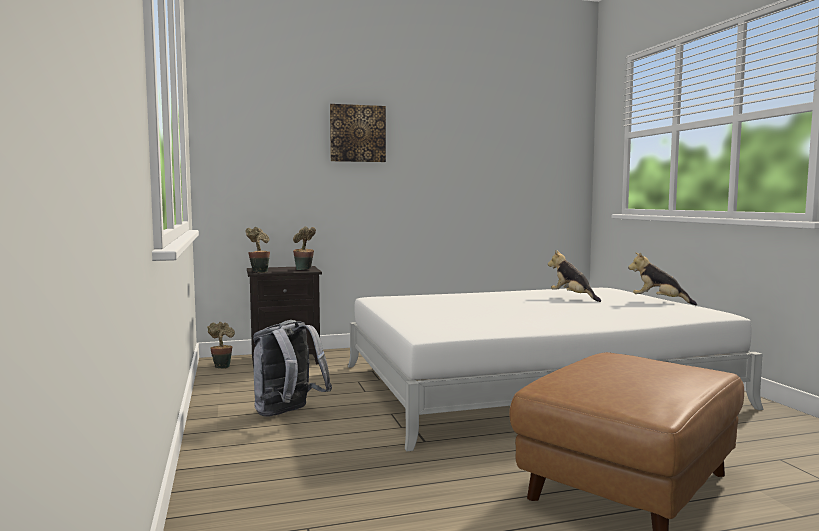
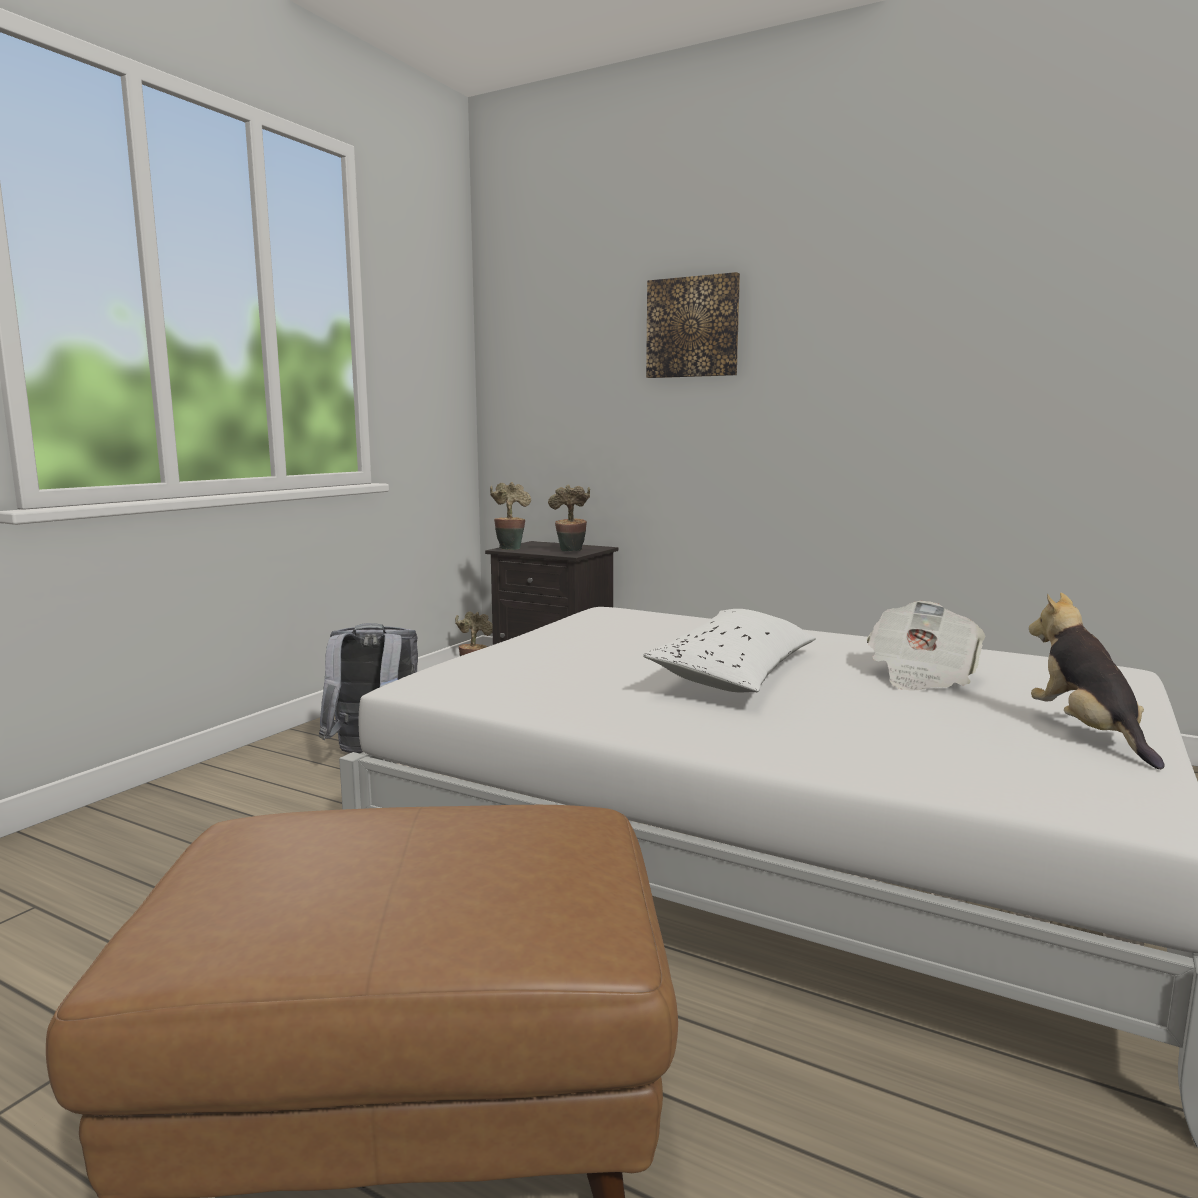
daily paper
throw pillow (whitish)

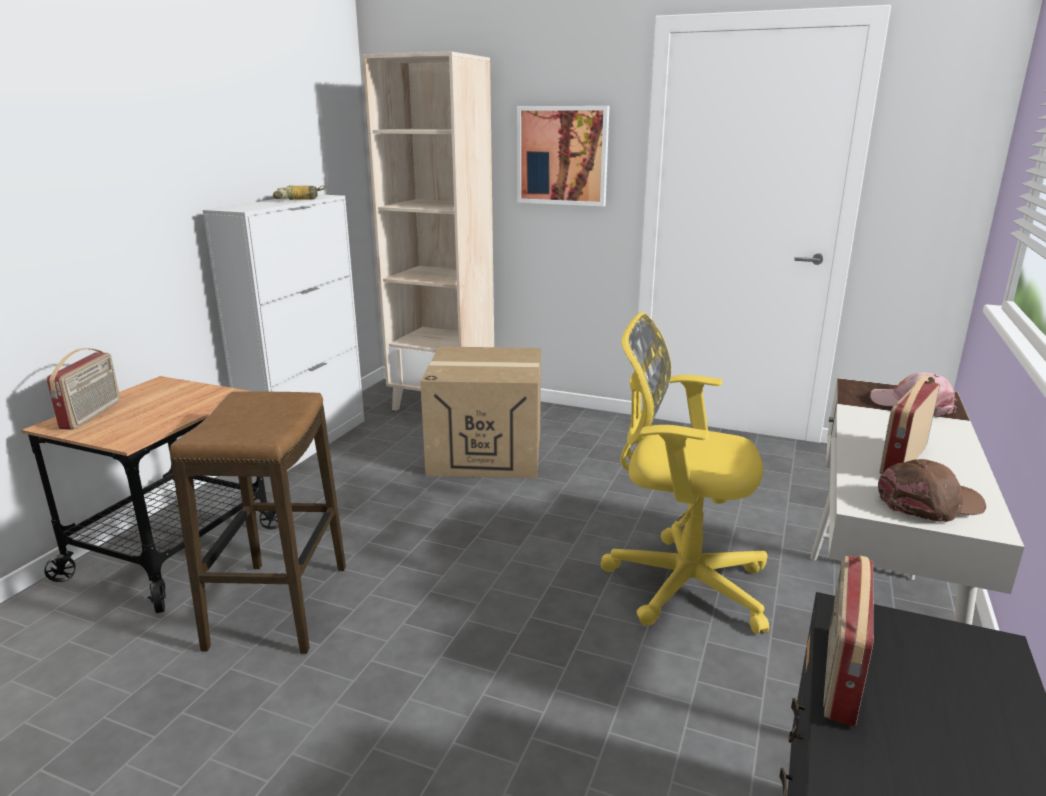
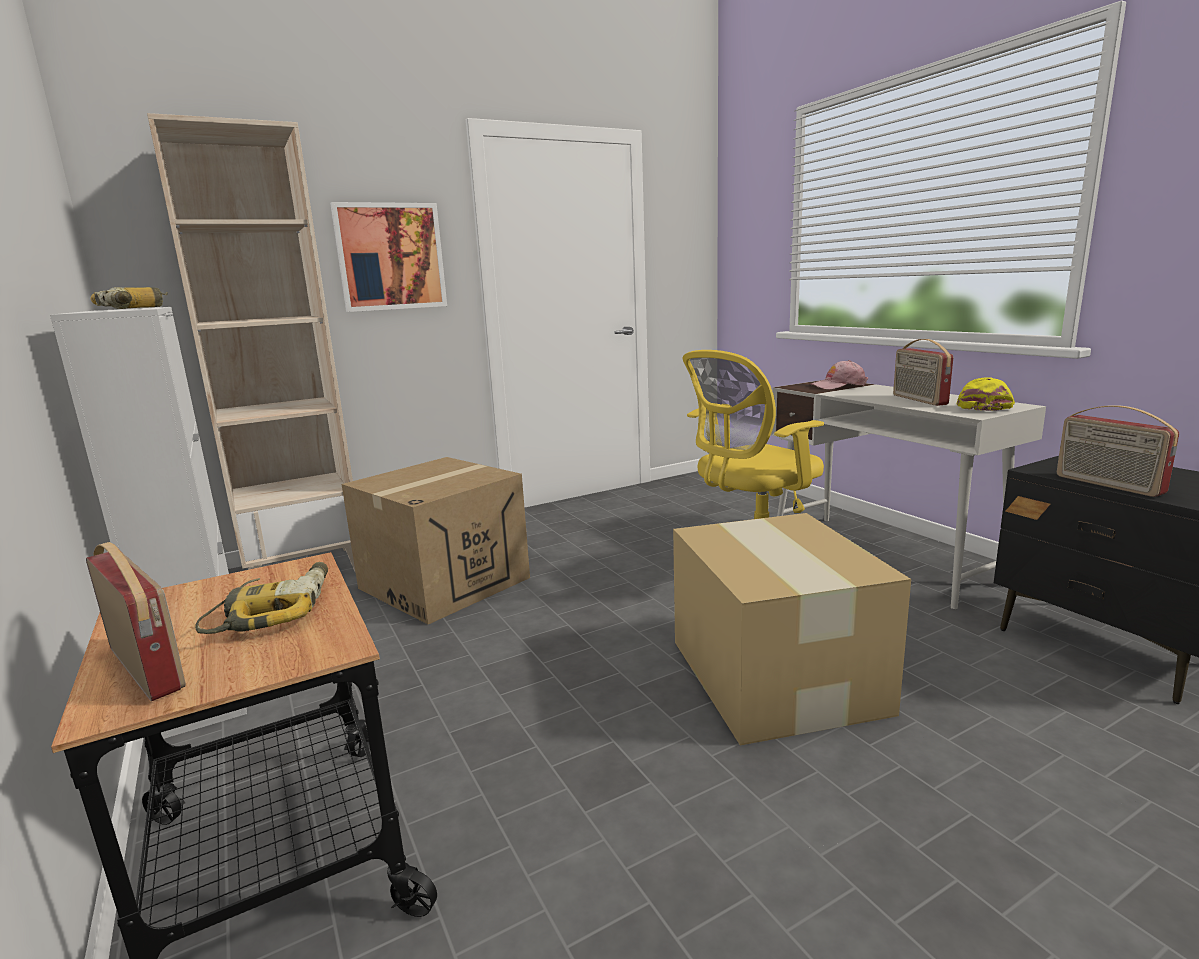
stool seat
cap (yellowish)
power drill (2nd from left)
cardboard box (2nd from left)

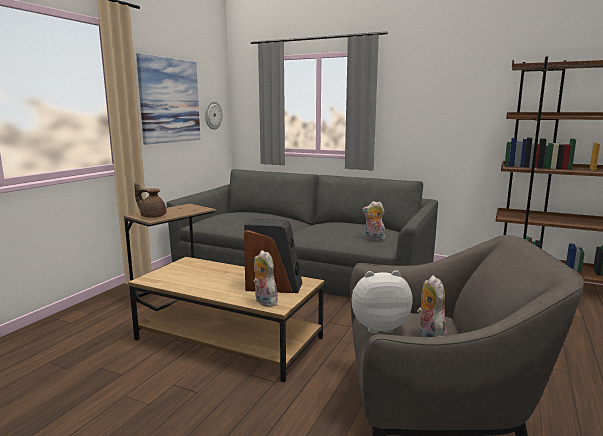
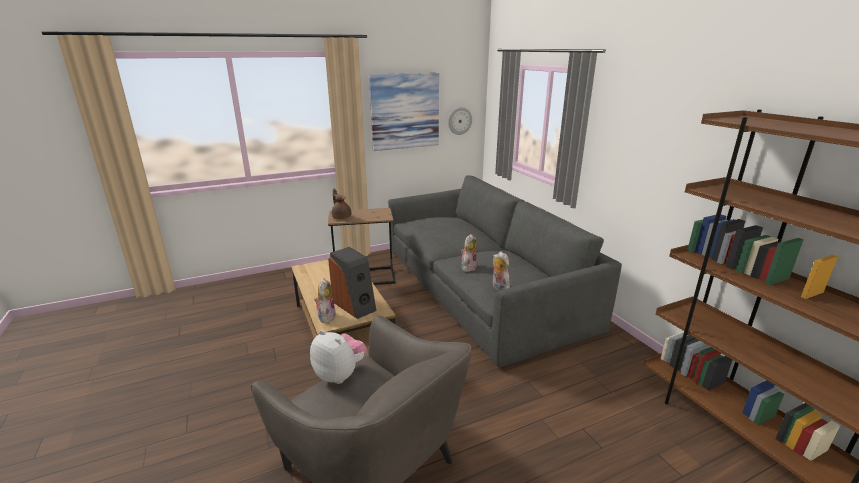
cuddly toy (3rd from left)

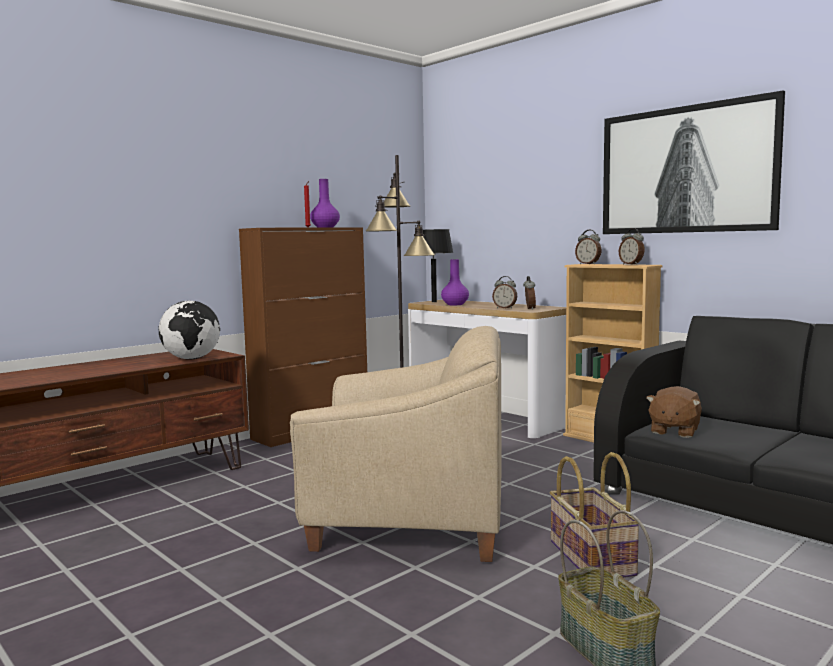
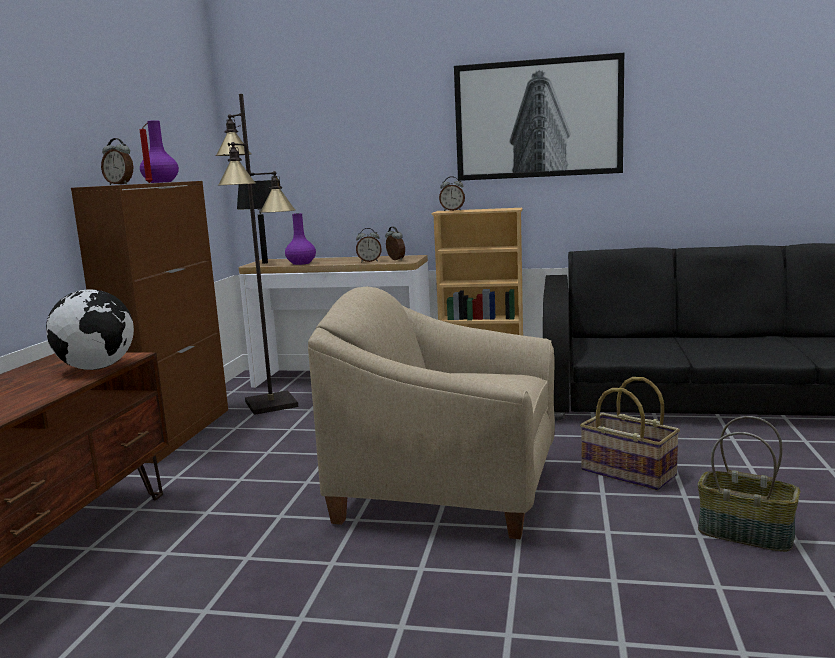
easy chair (beige)
table clock (1st from left)
cuddly toy (brownish)

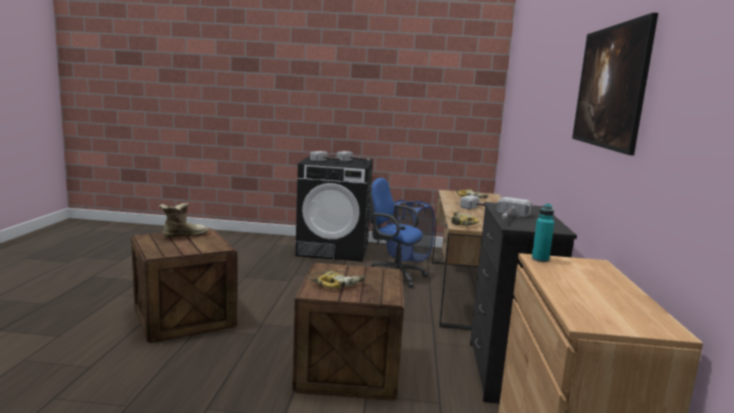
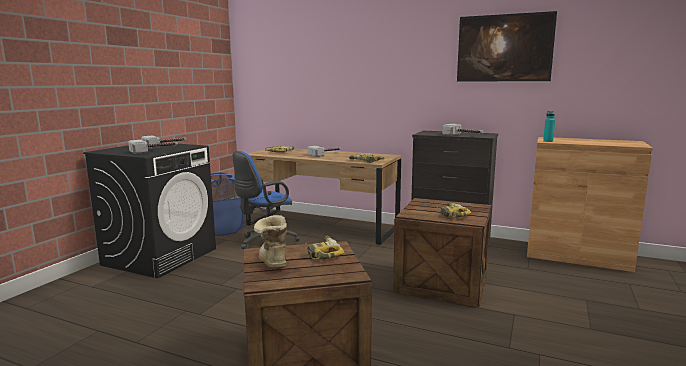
power drill (2nd from left)

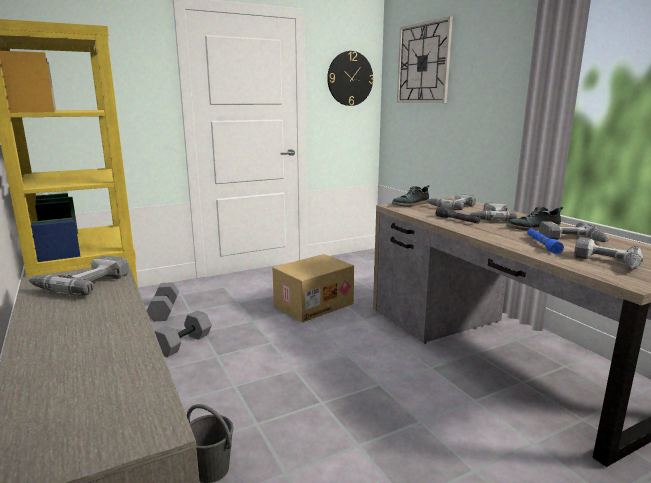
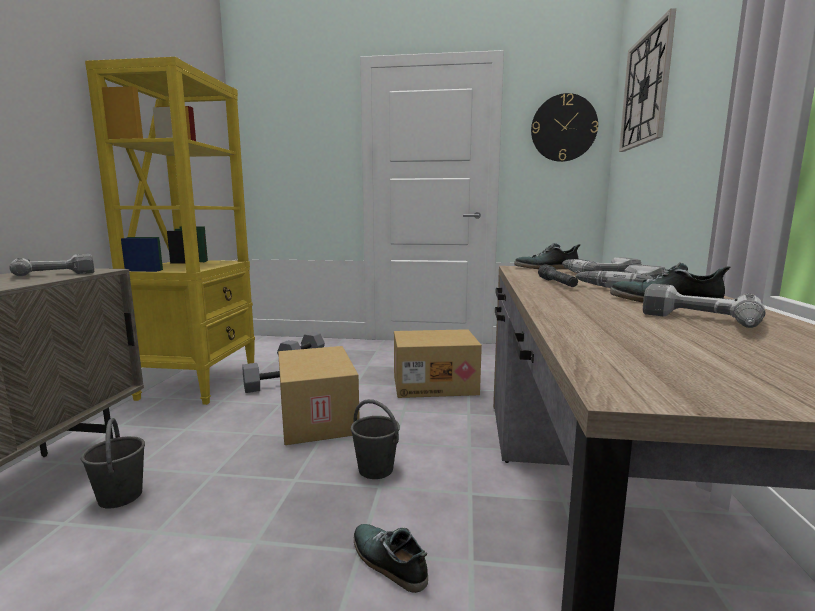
torch (blue)
power drill (5th from left in the first image)
cardboard box (1st from left)
pail (grey) (2nd from left)
shoe (1st from left)

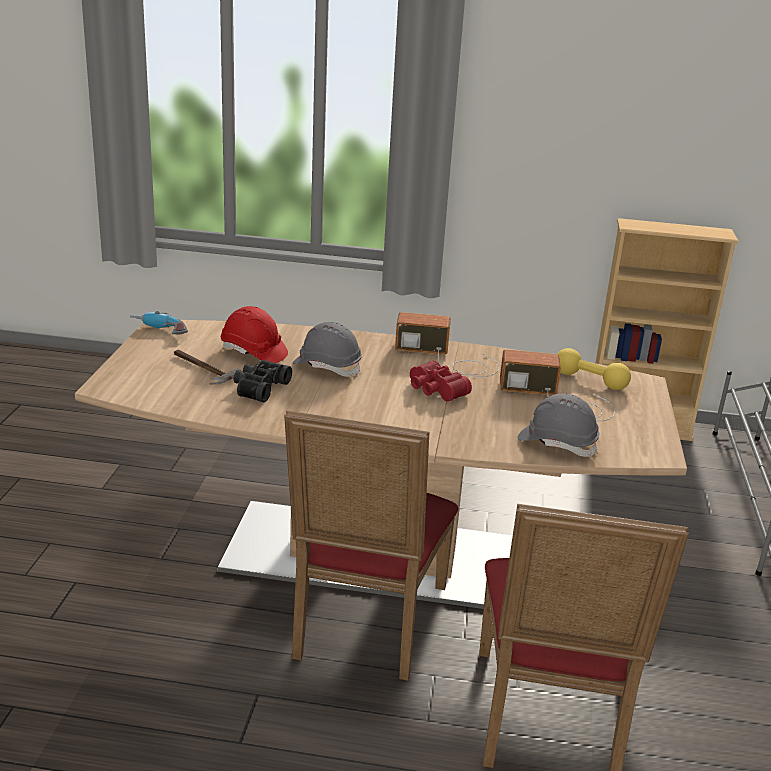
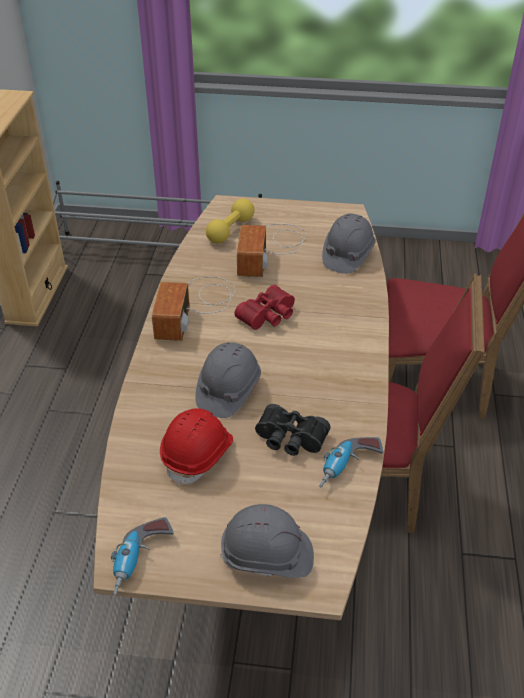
hammer
safety helmet (grey) (2nd from left)
power drill (2nd from left)

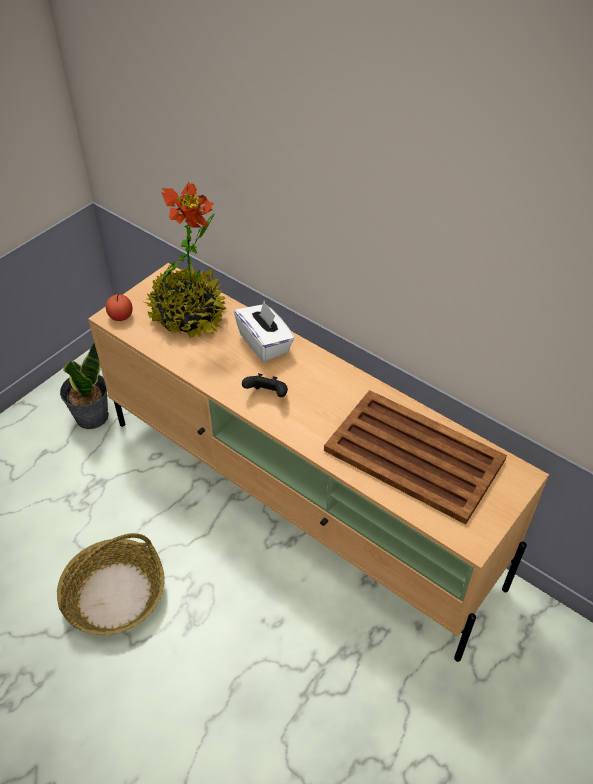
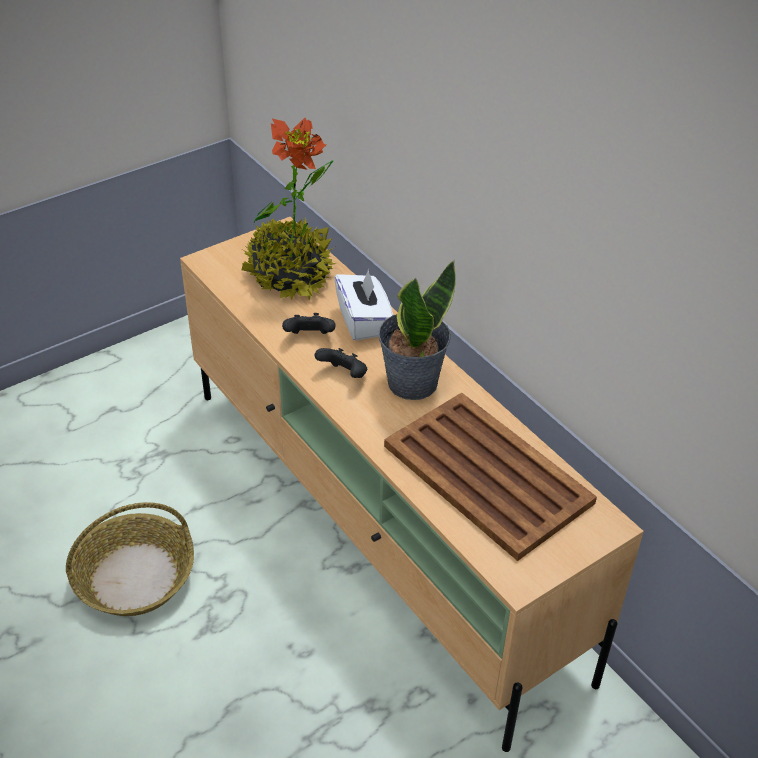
potted plant (2nd from left)
whole apple
joypad (black) (1st from left)

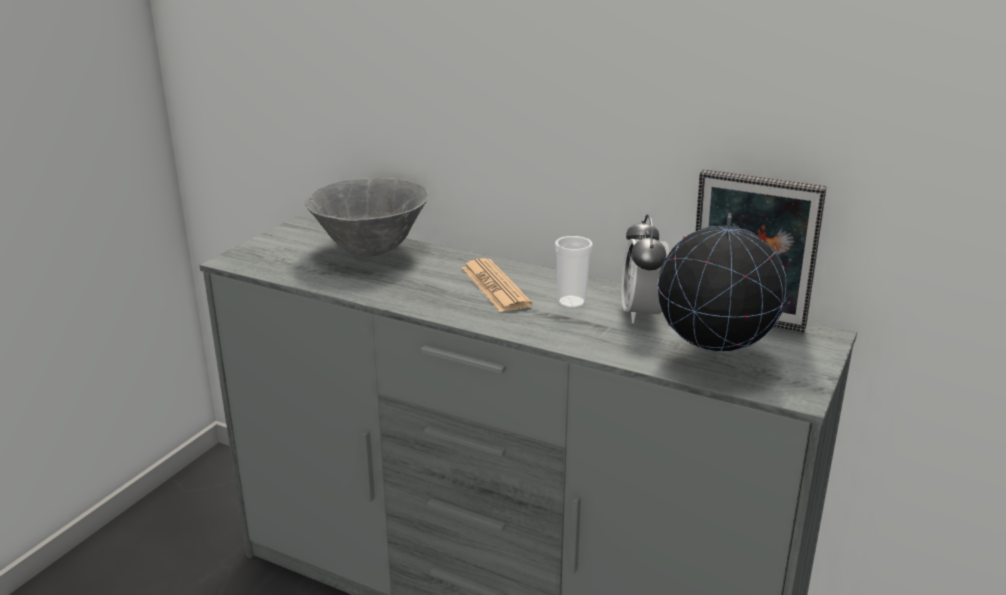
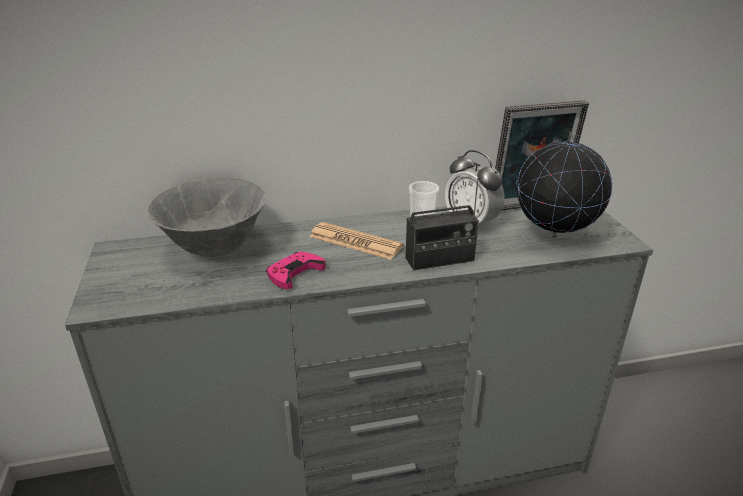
joypad (pink)
radio

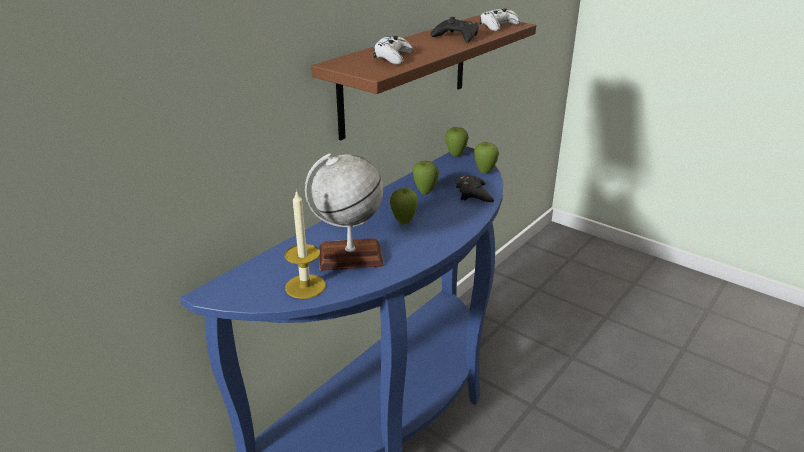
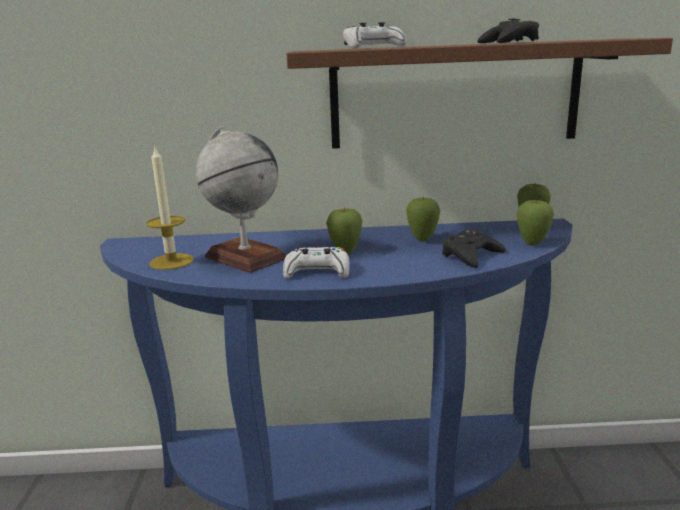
joypad (whitish) (1st from left)

